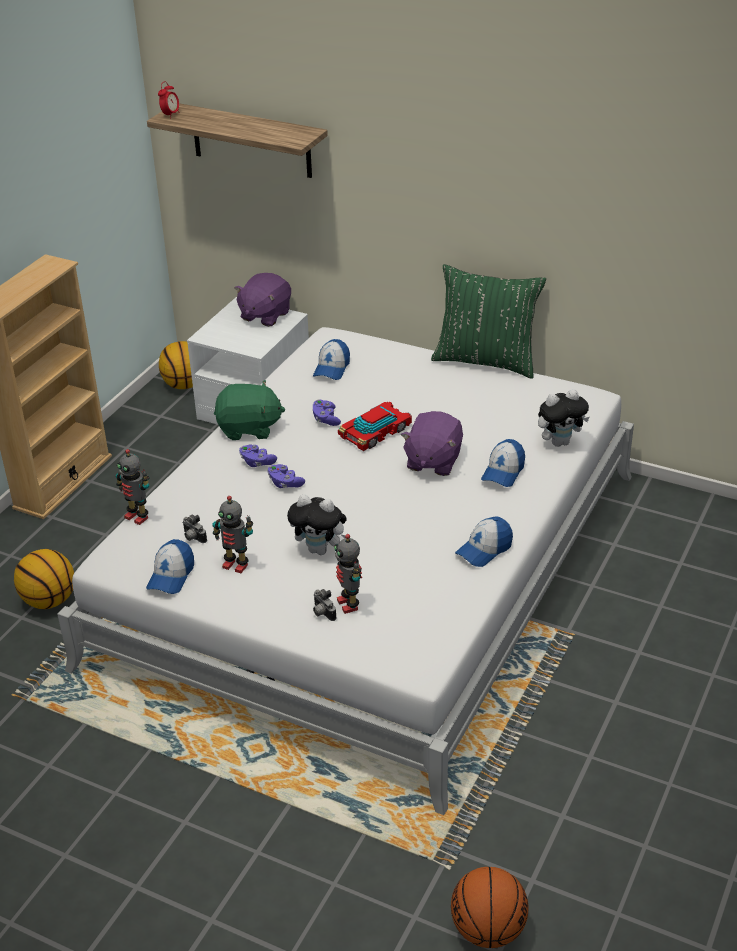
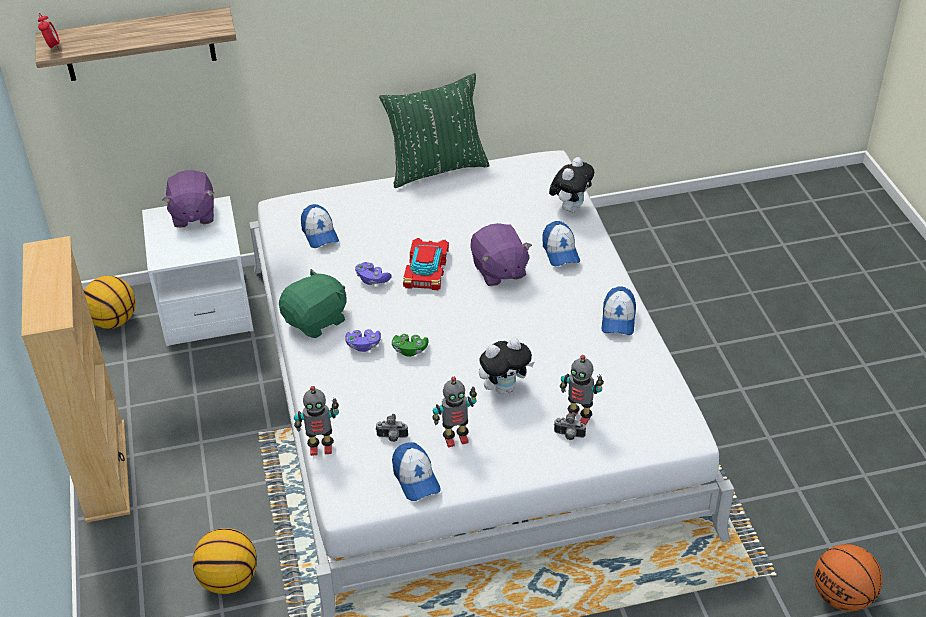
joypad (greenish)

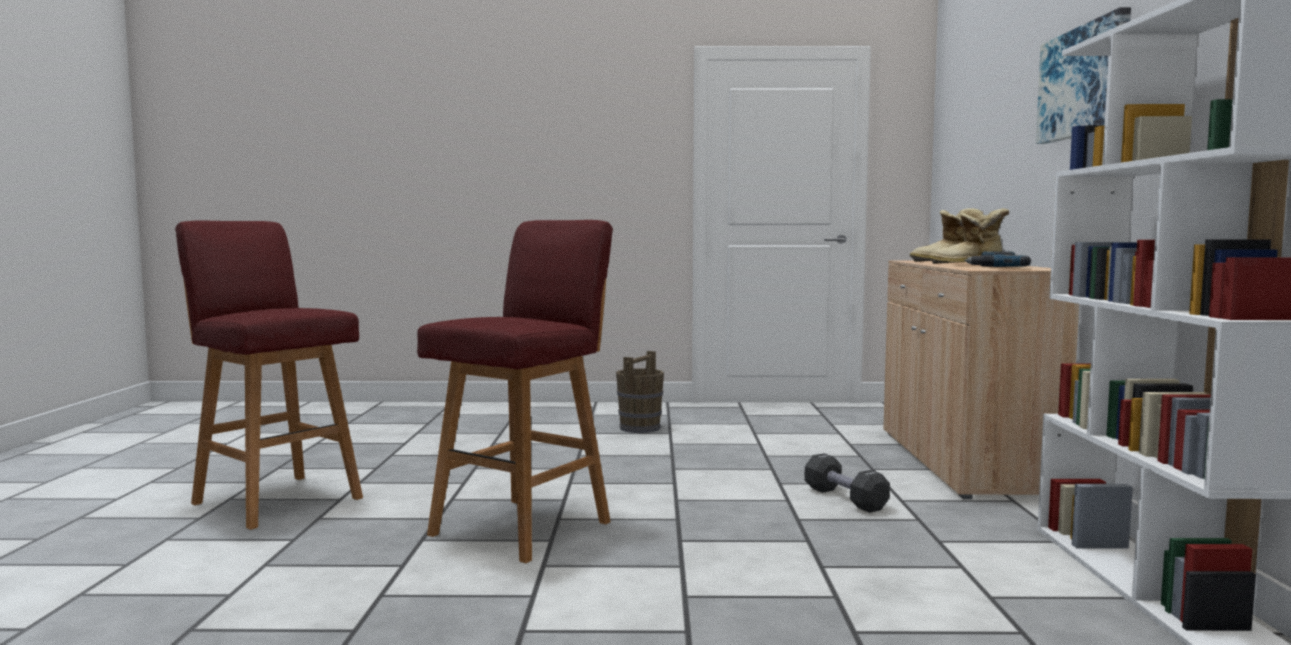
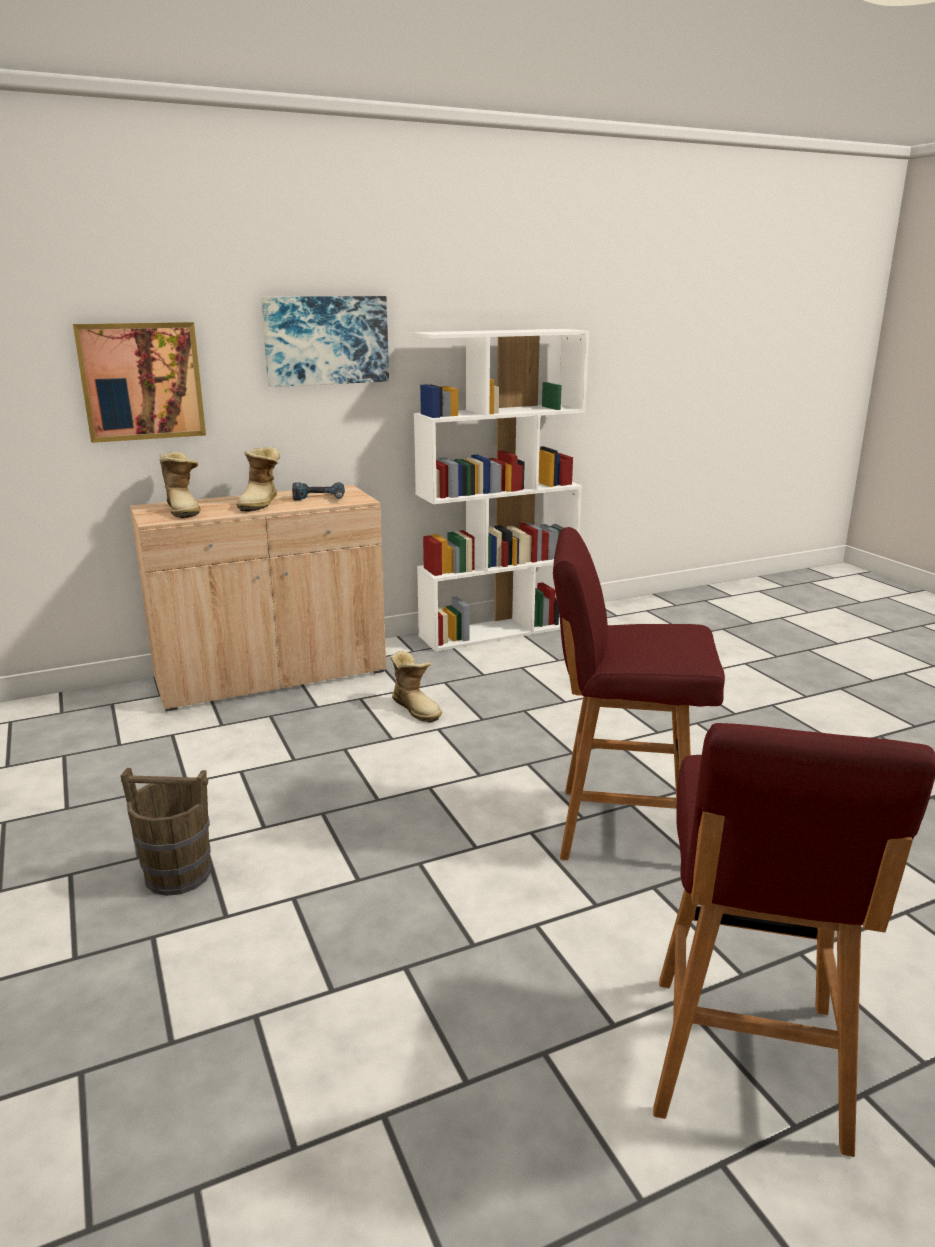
high-top boot (3rd from left)
picture (1st from left)

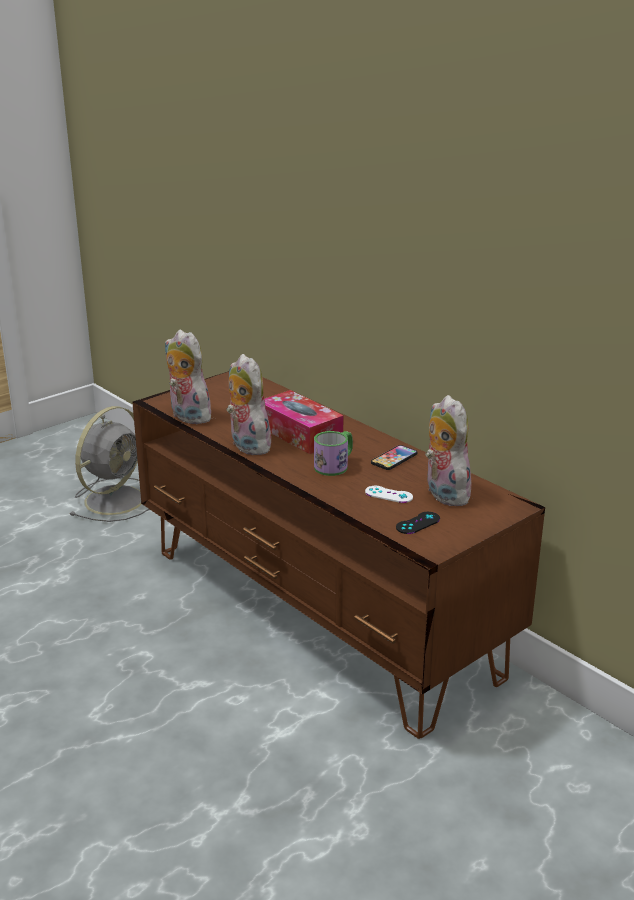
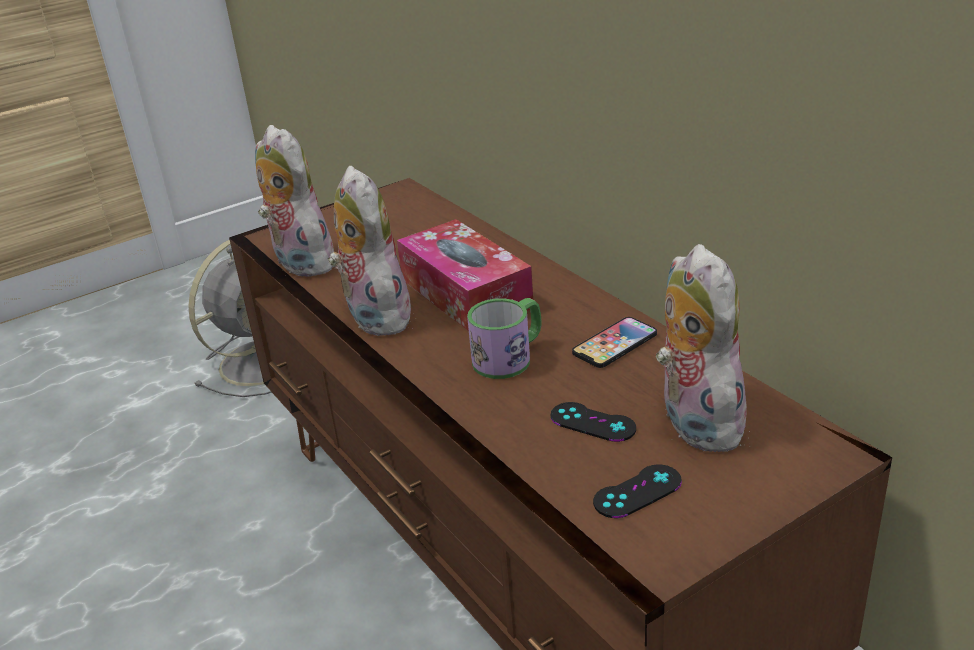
joypad (black) (1st from left)

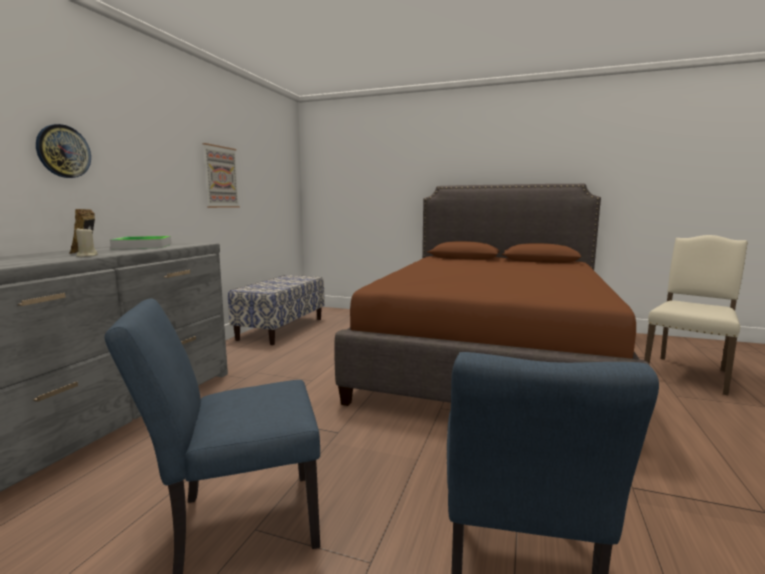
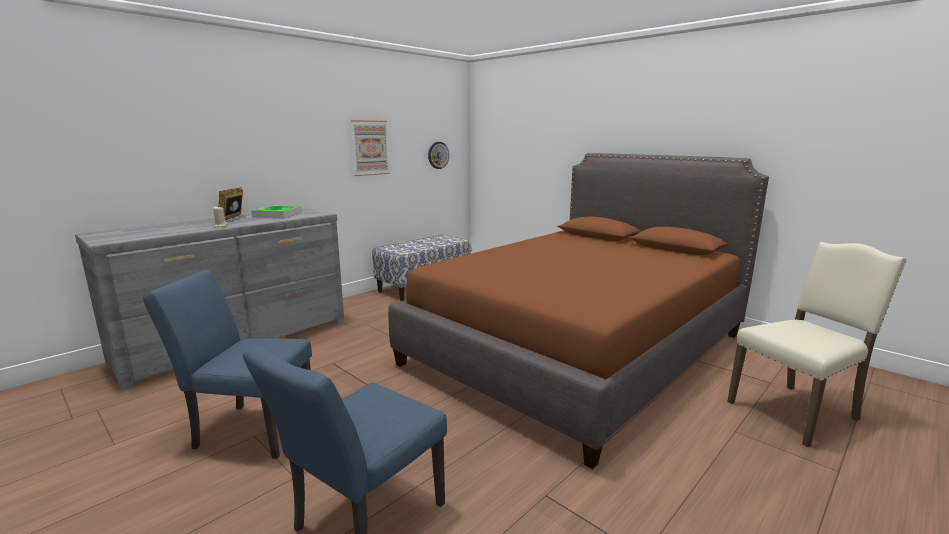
wall clock

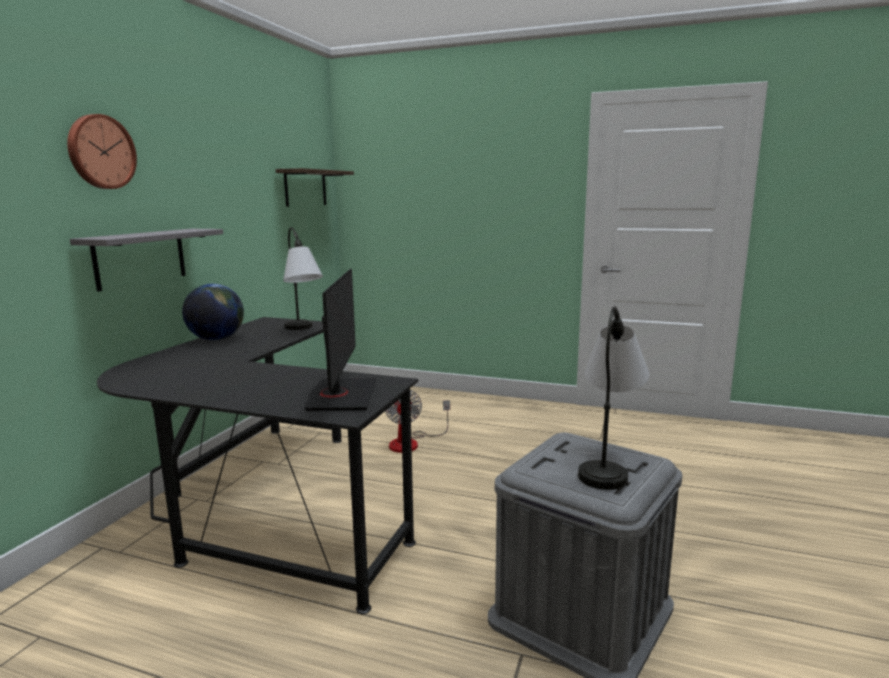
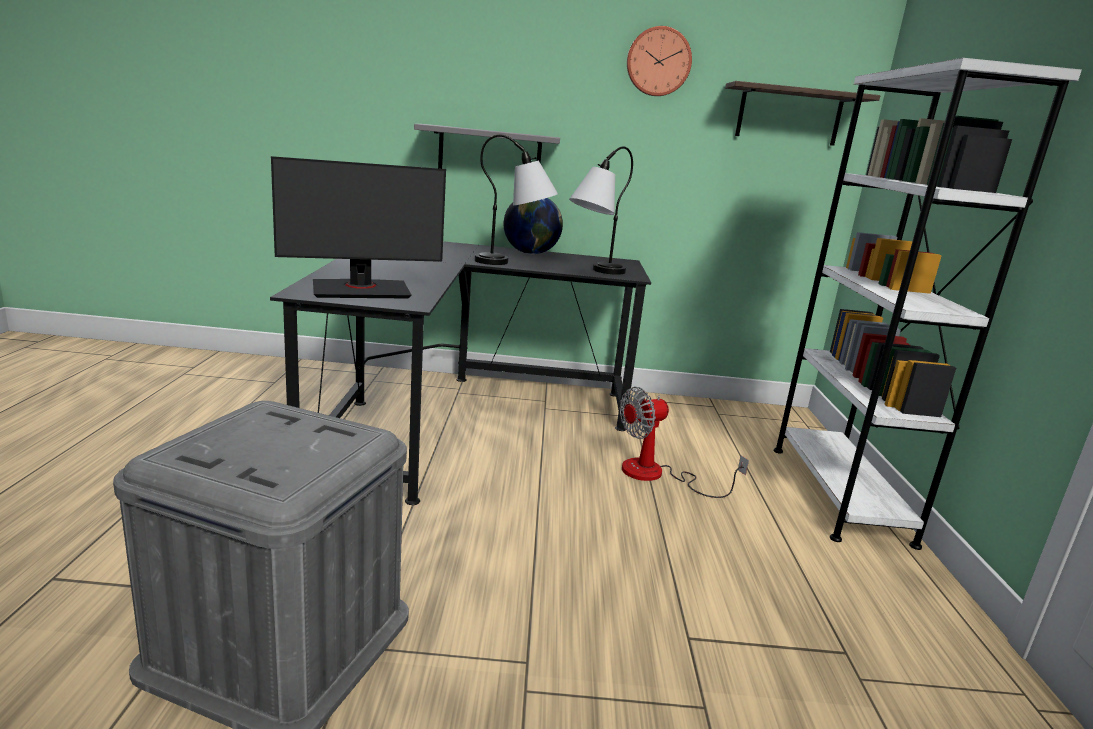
wall clock
lamp for a table (1st from left)
bookcase (whitish)

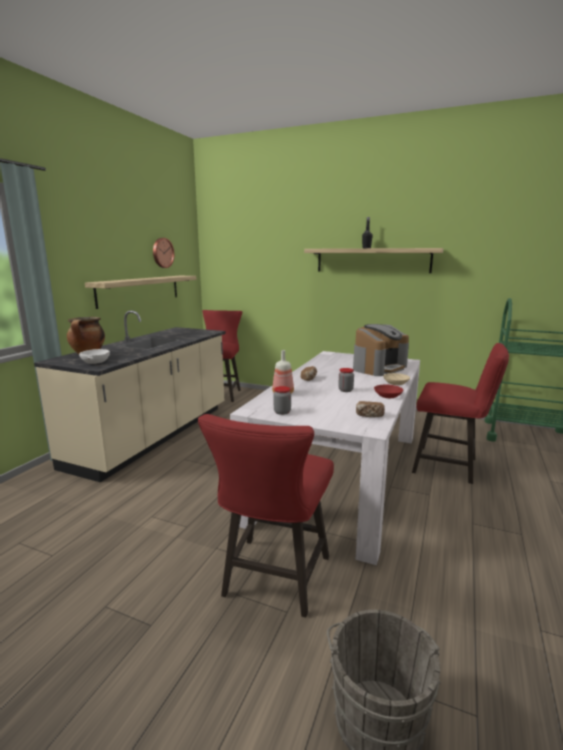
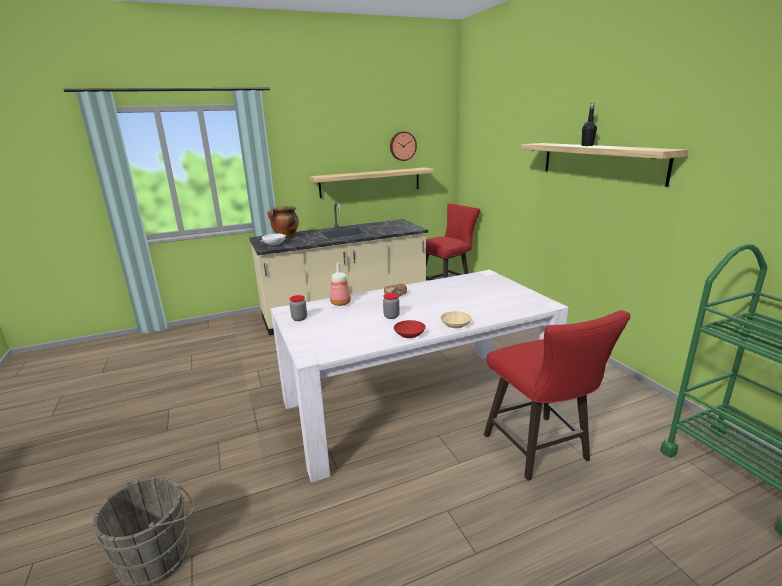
stool seat (red) (2nd from left in the first image)
coffee maker
bread (2nd from left in the first image)

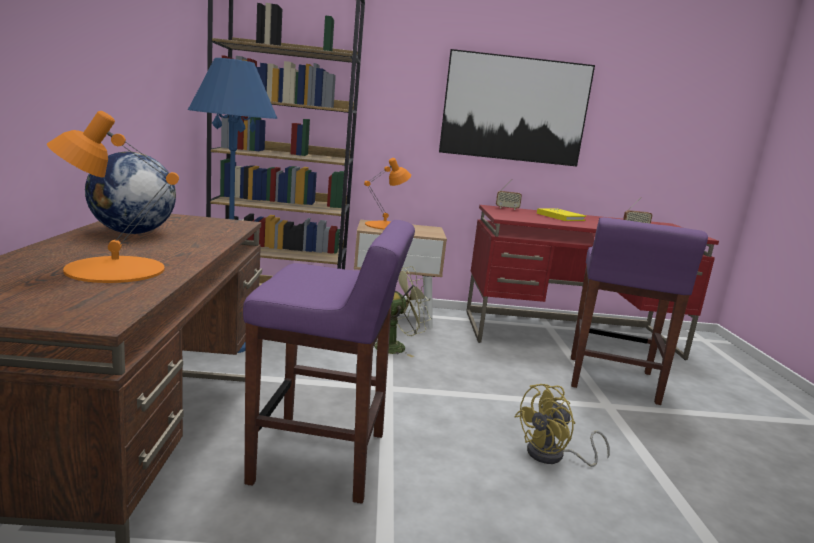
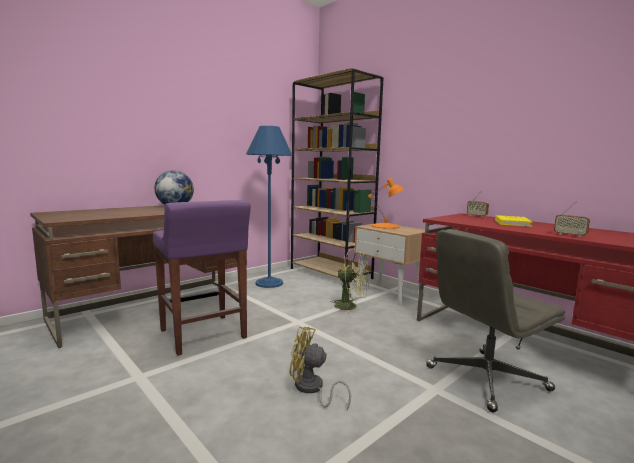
lamp for a table (orangey) (1st from left in the first image)
picture
desk chair (grey)

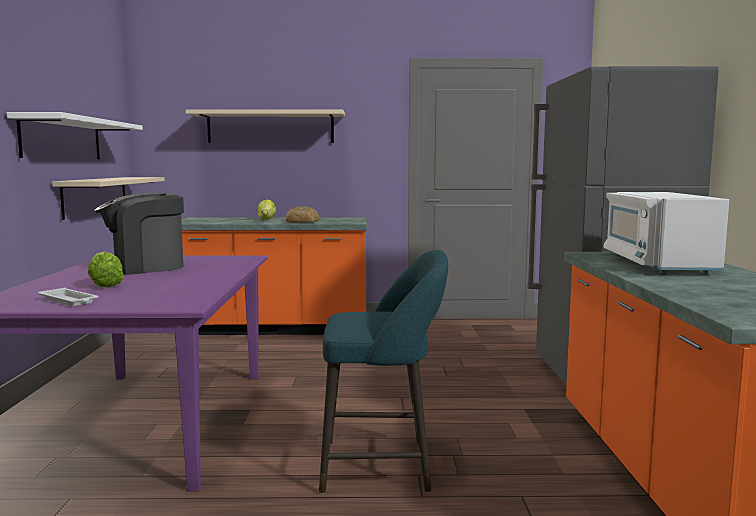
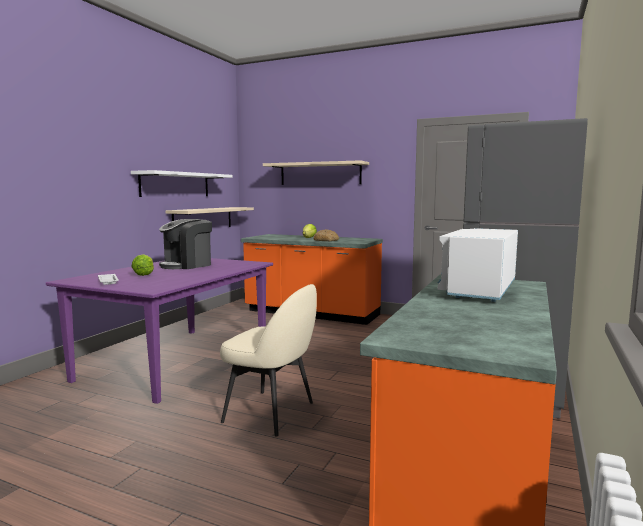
coffee maker
plain chair (beige)

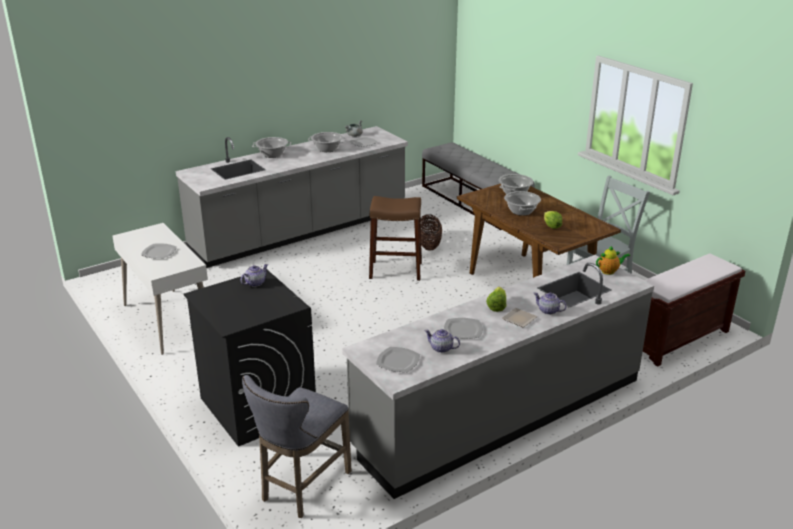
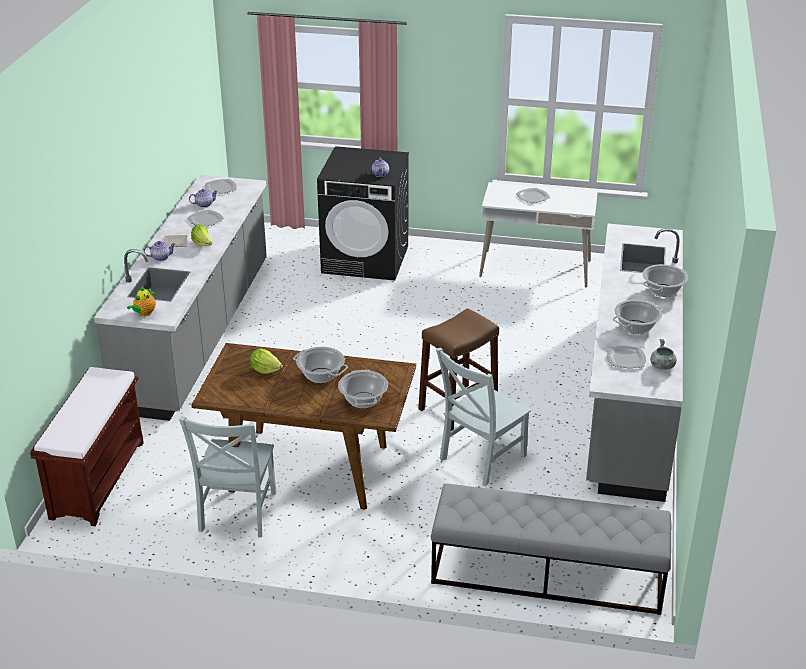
stool seat (grey)
plain chair (grey) (2nd from left)

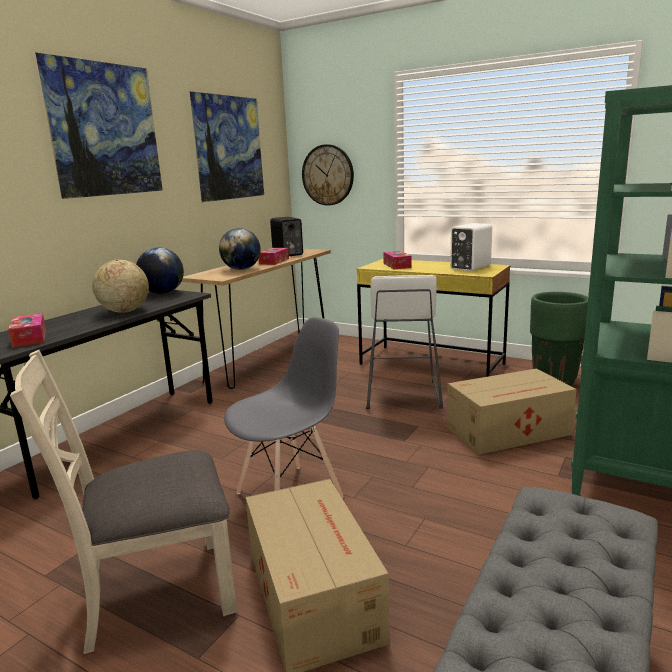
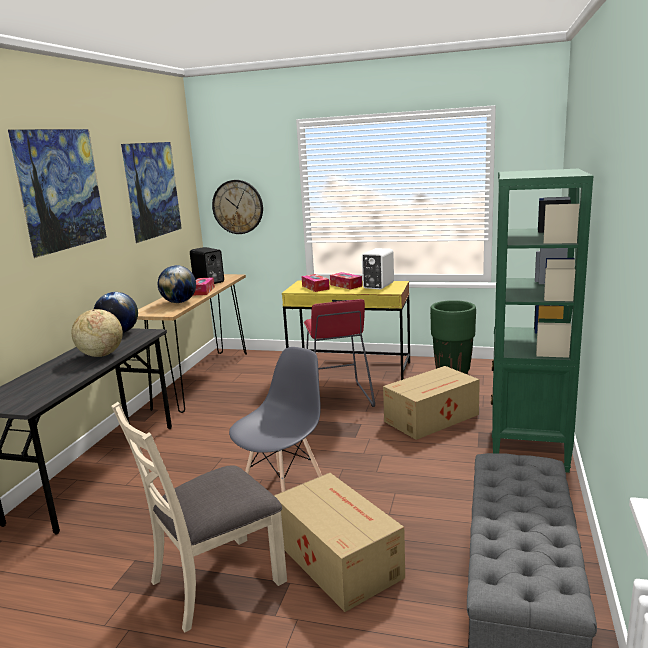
box of tissues (3rd from left)
stool seat (red)

